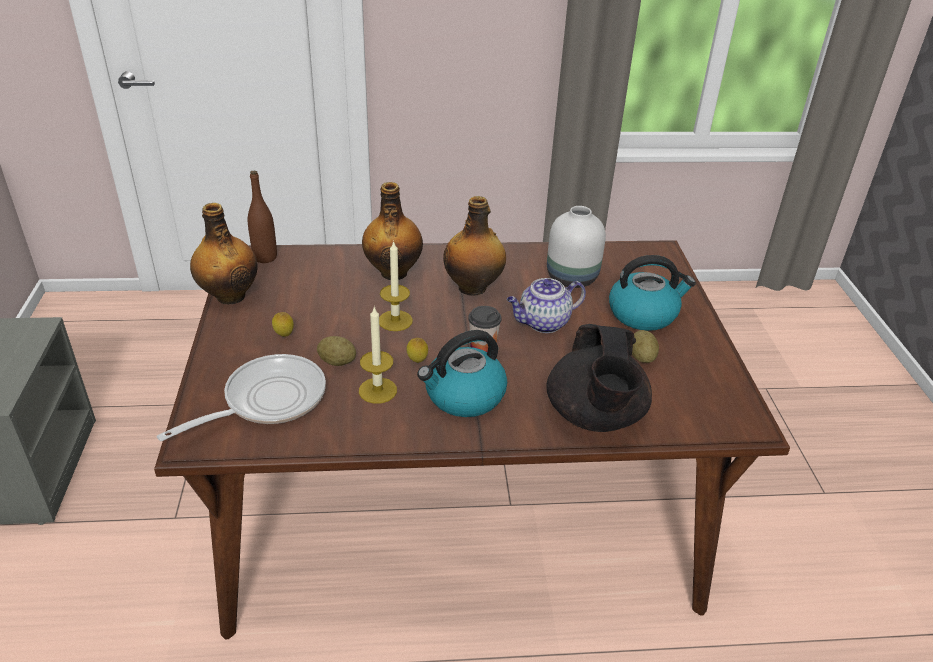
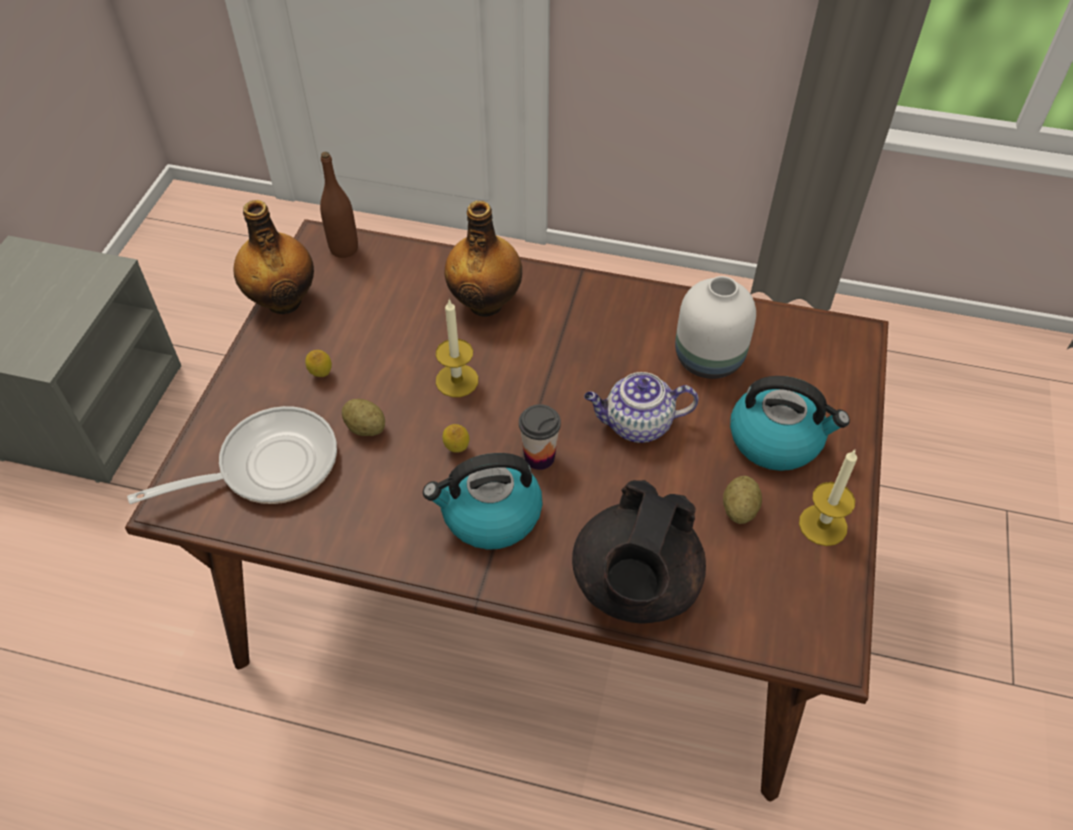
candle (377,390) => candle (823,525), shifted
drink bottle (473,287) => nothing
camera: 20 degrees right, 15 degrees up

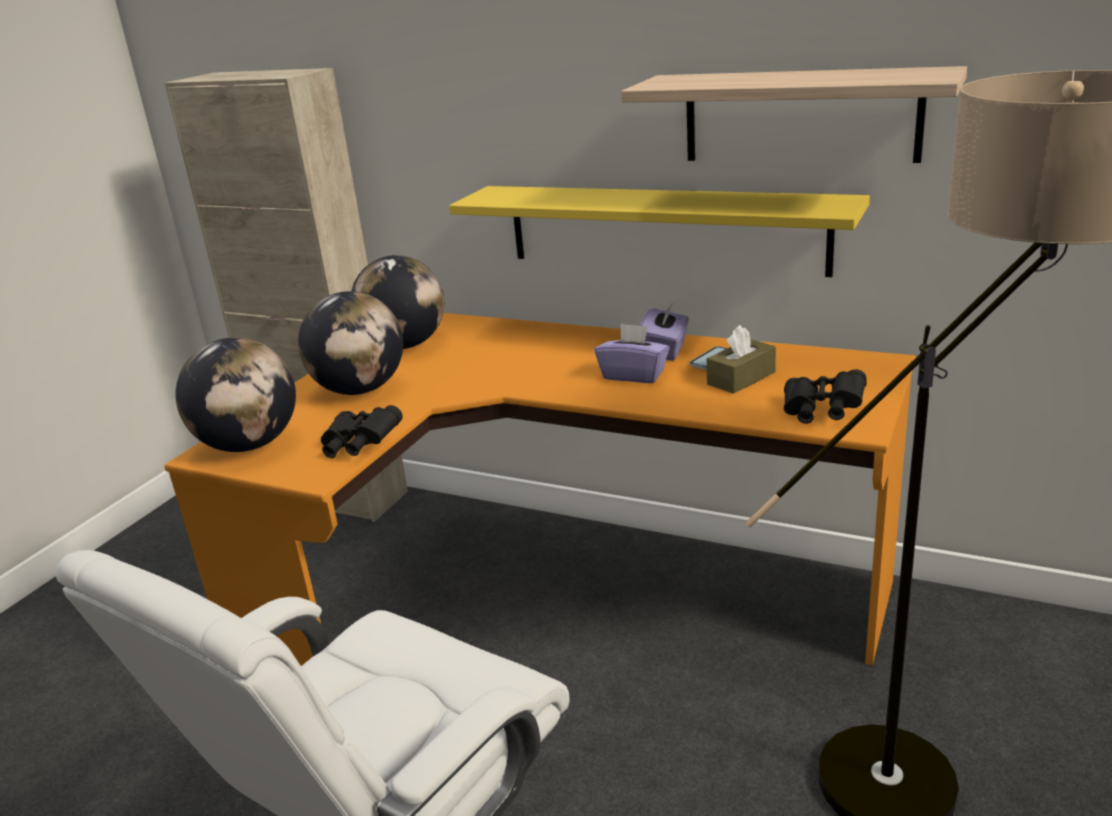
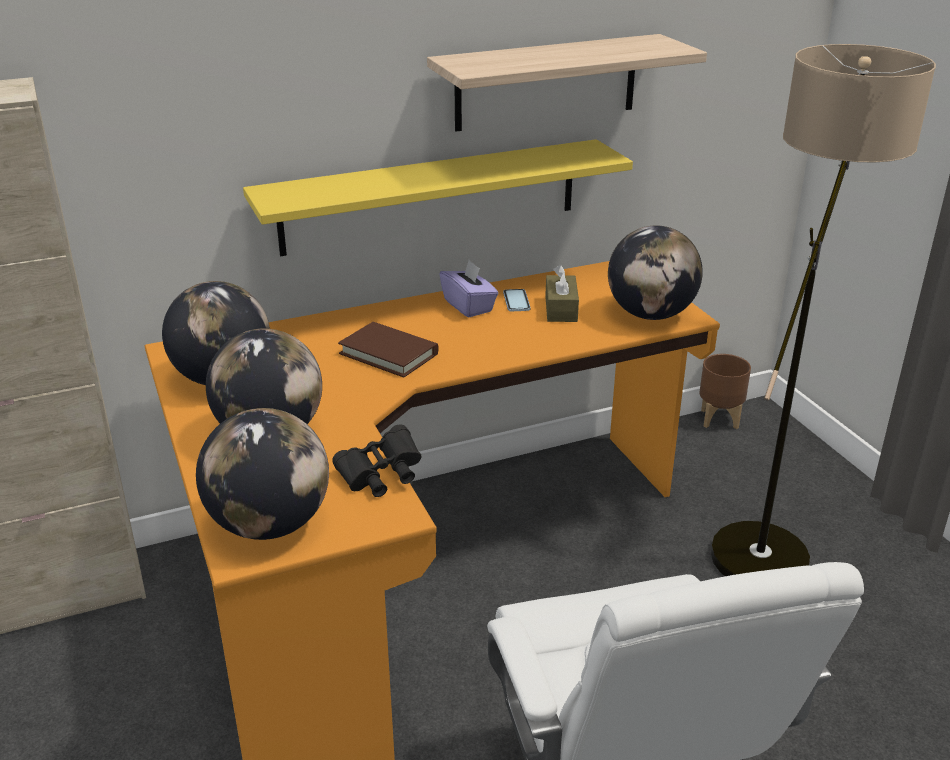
nothing => volume (brown-coloured) (389,354)
field glasses (black-coloured) (821,412) => desk globe (650,314)
nothing => plant pot (brown-coloured) (719,418)
tissue holder (purplish) (633,375) => nothing
camera: 50 degrees left, 5 degrees up

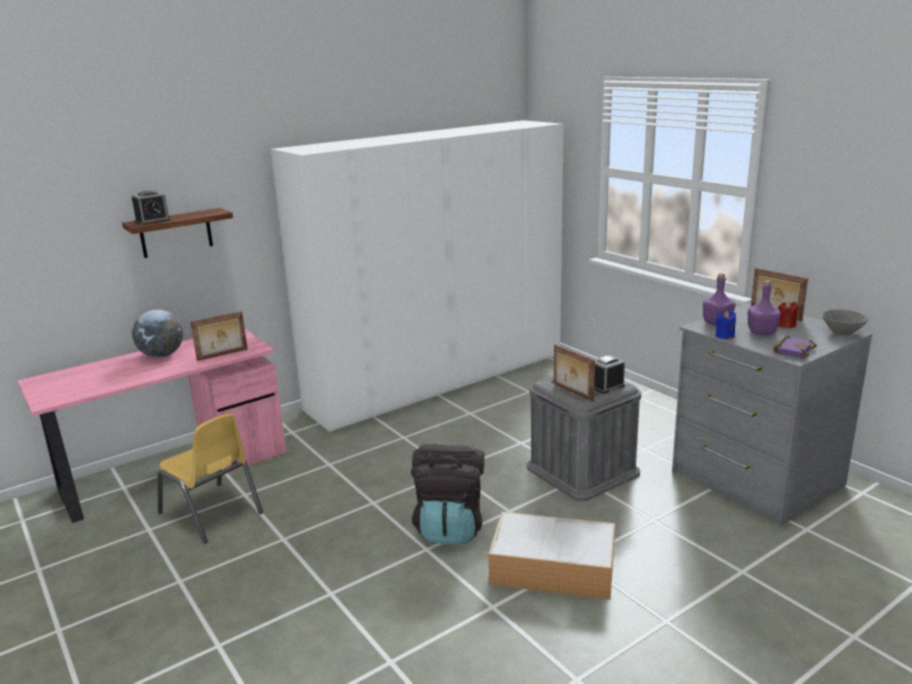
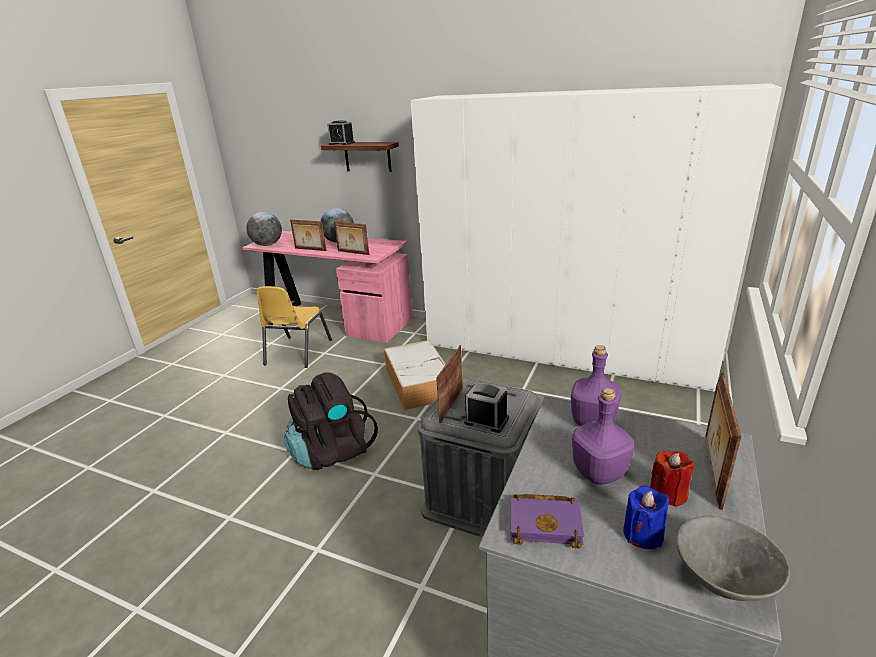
nothing => desk globe (267,245)
nothing => picture frame (310,249)
storage container (555,568) => storage container (419,383), shifted
candle (blue-coloured) (724,336) => candle (blue-coloured) (643,534), shifted
camera: 60 degrees right, 5 degrees up

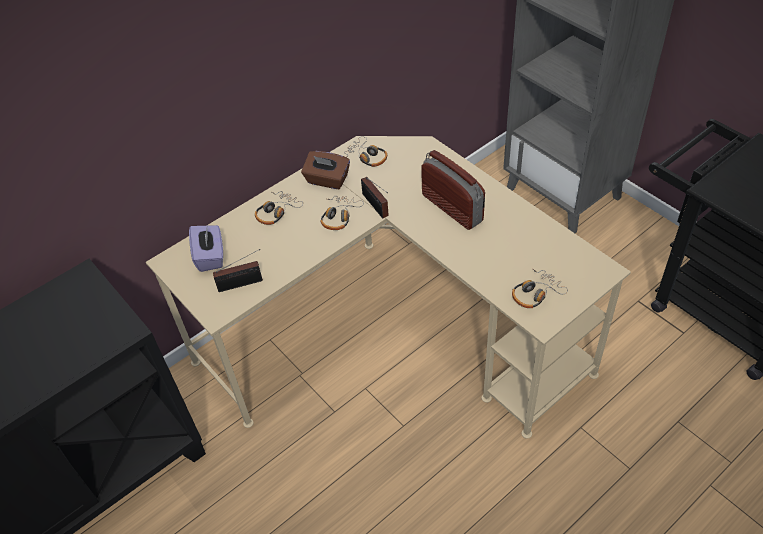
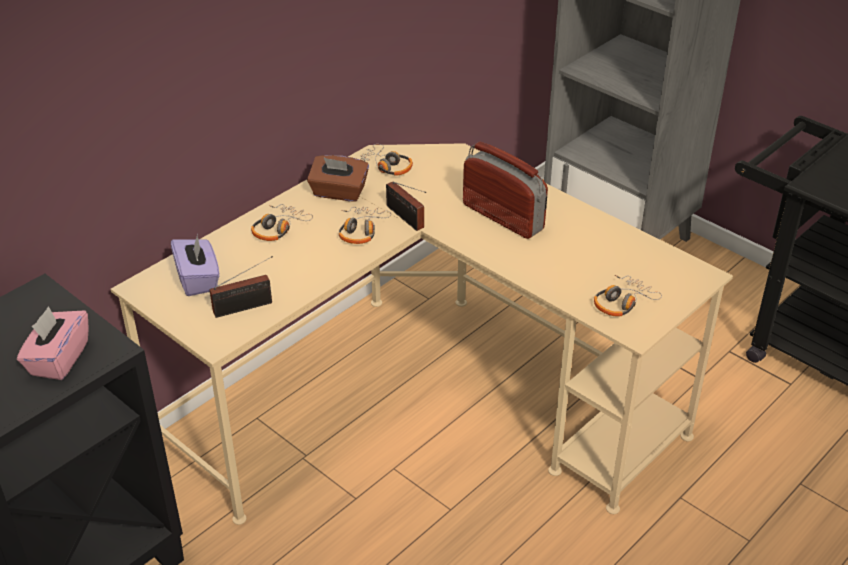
nothing => tissue holder (pink) (58,359)
camera: 10 degrees left, 10 degrees down

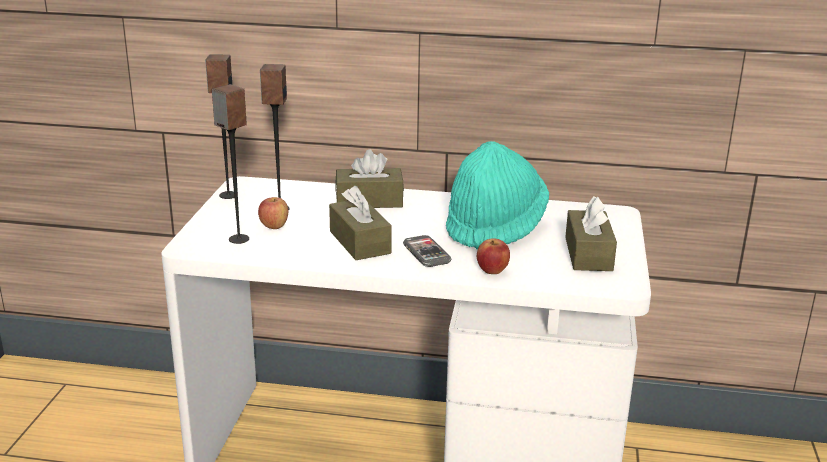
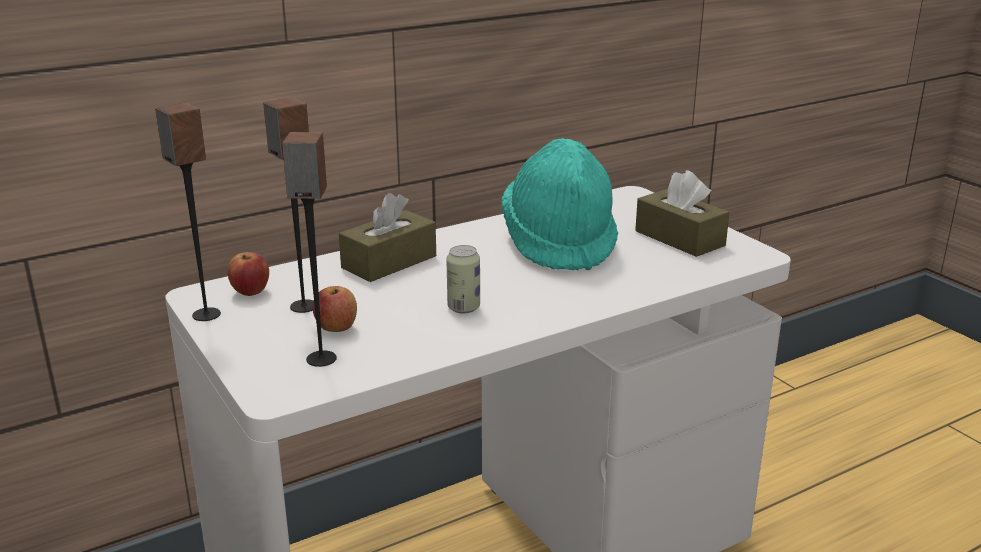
whole apple (492,271) => whole apple (251,292), shifted
tissue holder (brown-coloured) (360,242) => can (463,308)
telephone (426,253) => nothing
camera: 40 degrees left, 0 degrees up

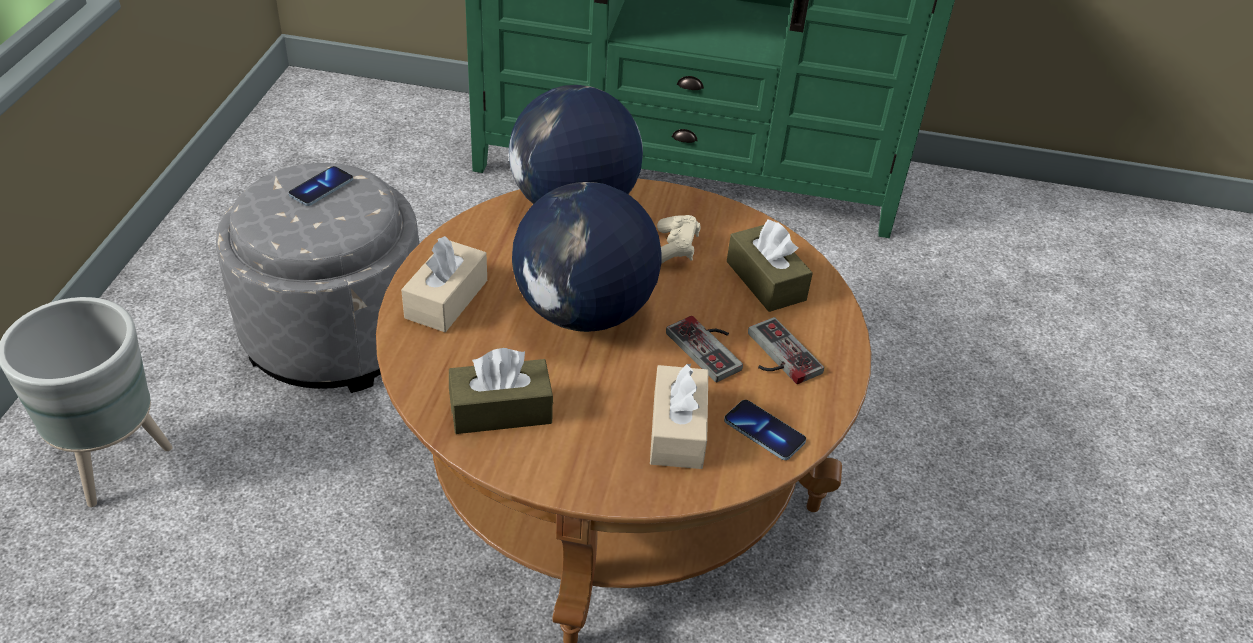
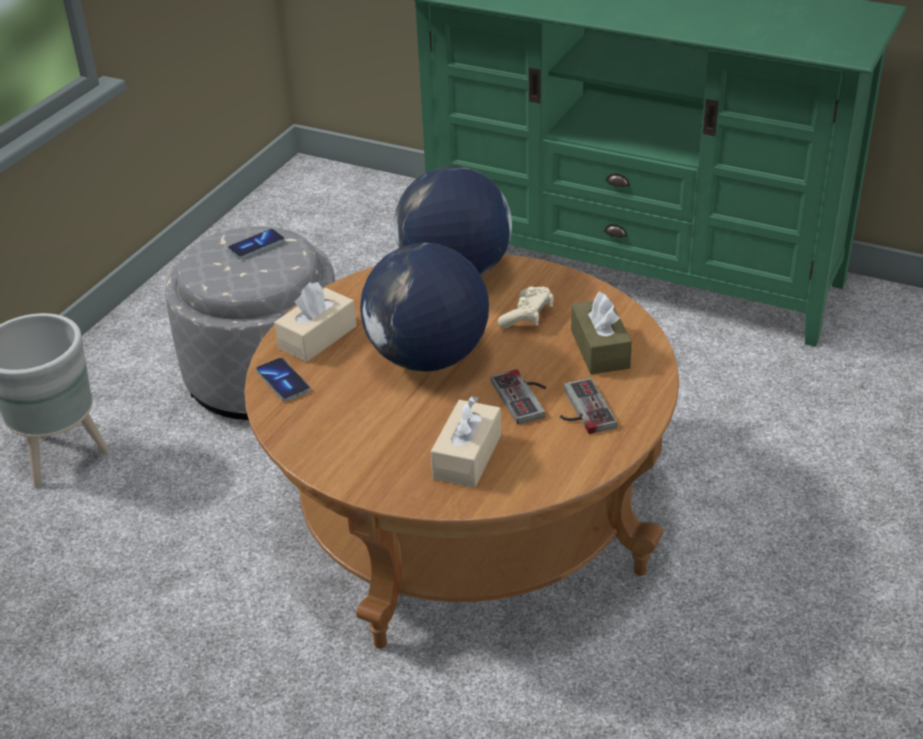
telephone (764,431) => telephone (283,381), shifted
tissue holder (brown-coloured) (501,410) => nothing
camera: 20 degrees right, 5 degrees down

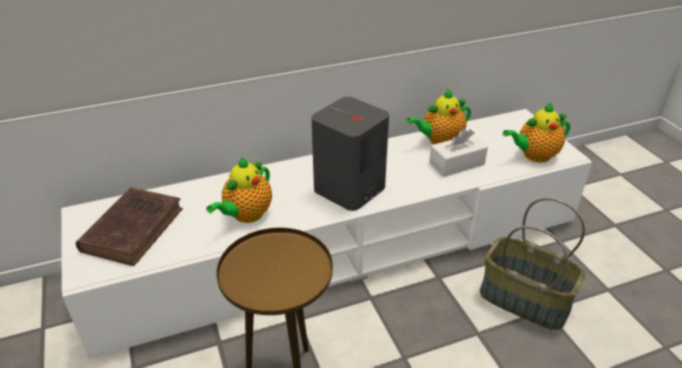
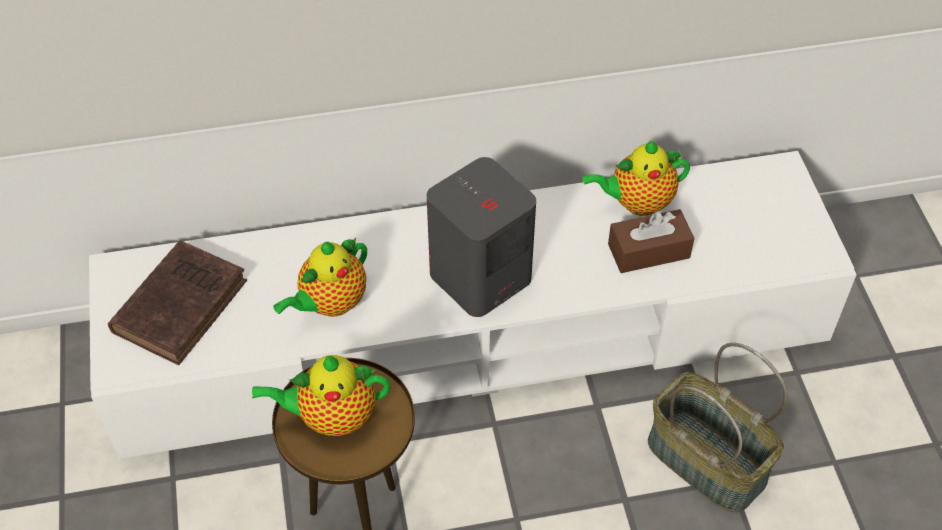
tea pot (534,156) => tea pot (332,417), shifted
tissue holder (whitish) (456,164) => tissue holder (brown-coloured) (648,251)
camera: 10 degrees right, 15 degrees up

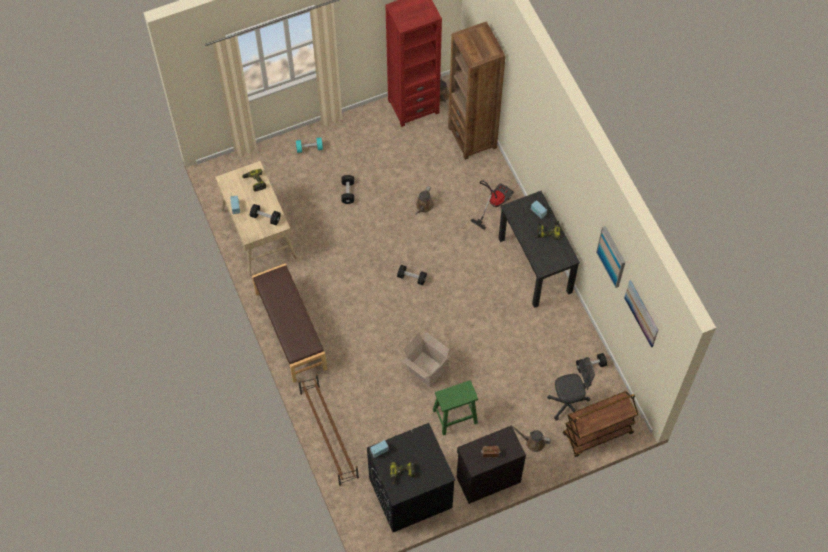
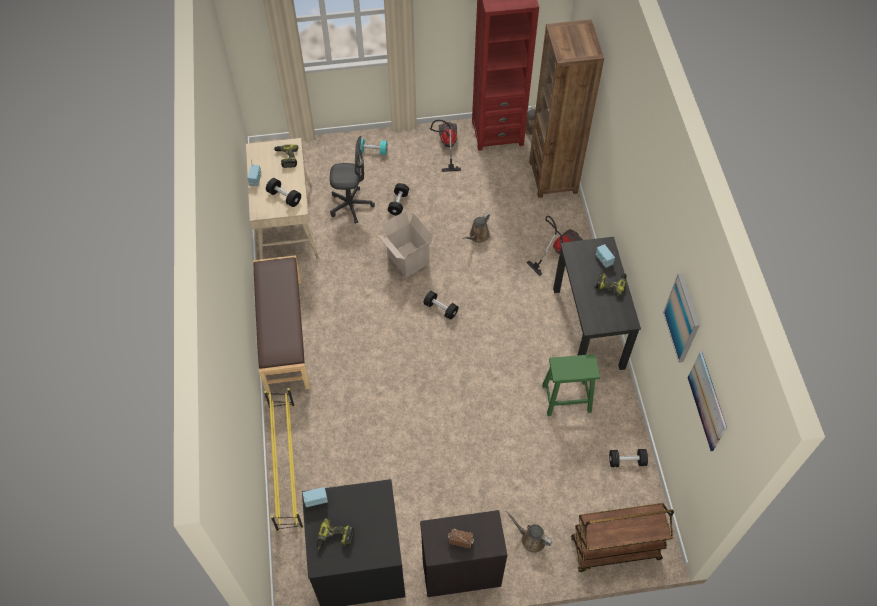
shoe rack (brown-coloured) (329,434) => shoe rack (yellow-coloured) (286,465)
desk chair (gray) (568,404) => desk chair (gray) (351,206), shifted
carton (425,369) => carton (407,259), shifted
nothing => vacuum cleaner (446,146)
stool (greenish) (454,416) => stool (greenish) (565,398), shifted
camera: 15 degrees right, 5 degrees down

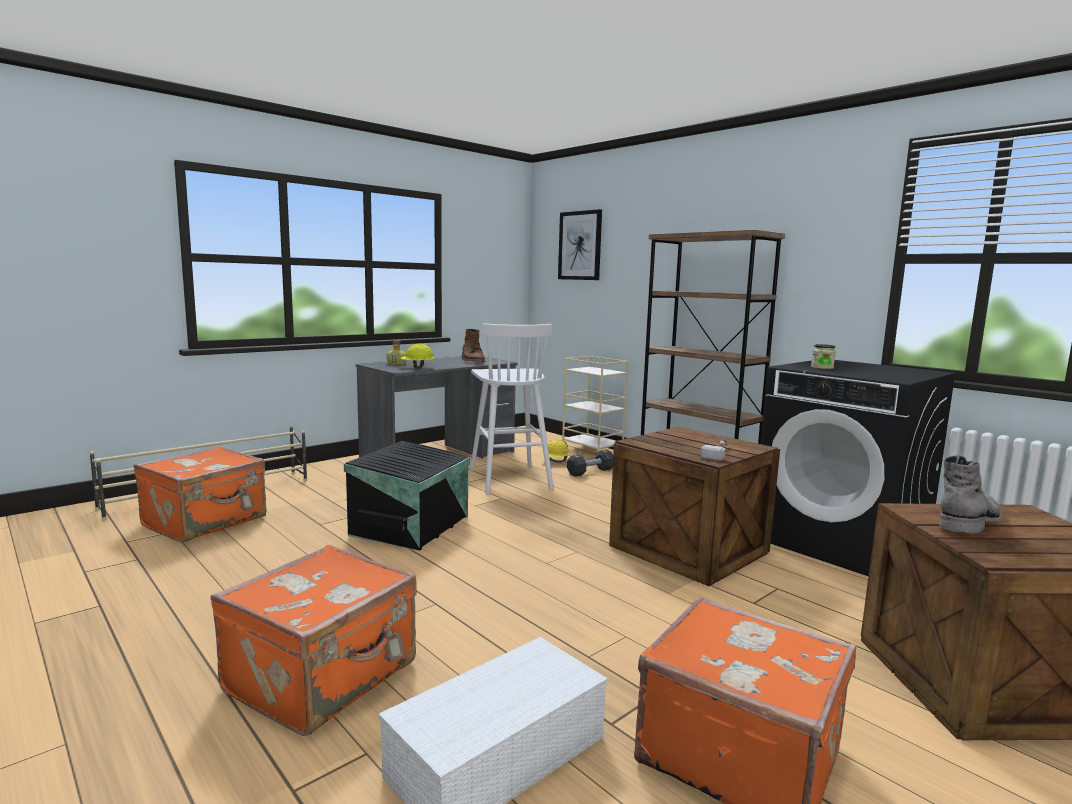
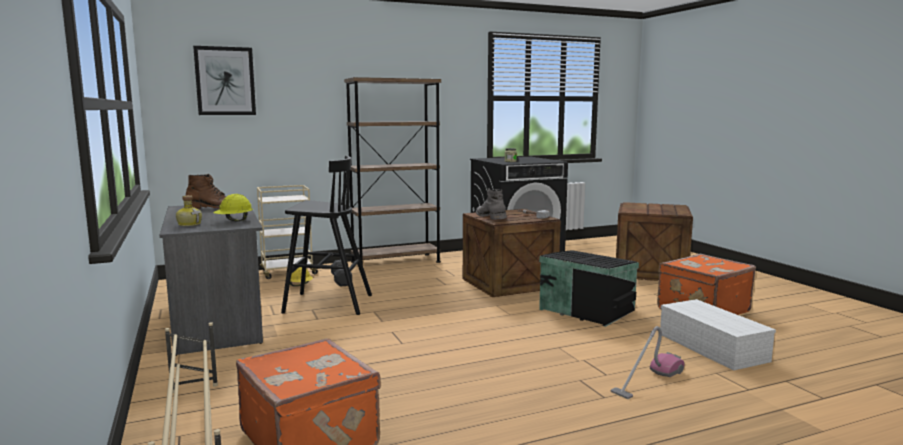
stool (whitish) (509,478) => stool (black-coloured) (326,304)
high-top boot (gray) (969,521) => high-top boot (gray) (490,217), shifted
storage container (black-coloured) (412,525) => storage container (black-coloured) (586,309), shifted
suitcase (orange-coloured) (324,677) => vacuum cleaner (648,381)
camera: 70 degrees left, 0 degrees up

